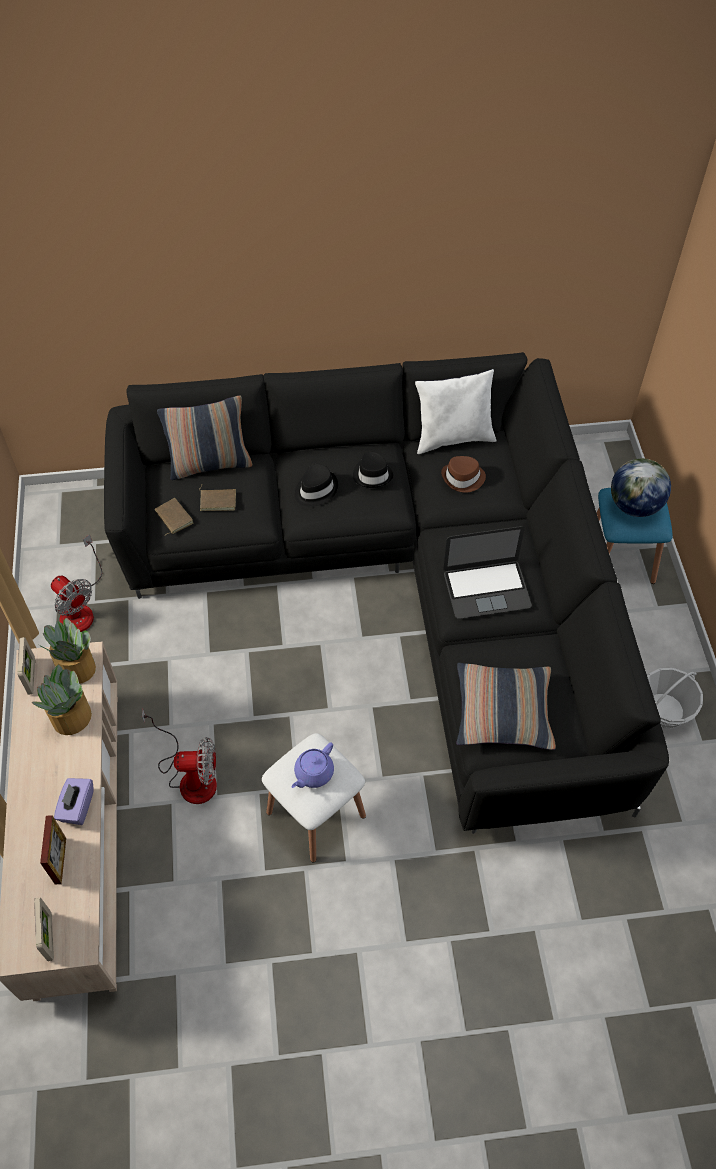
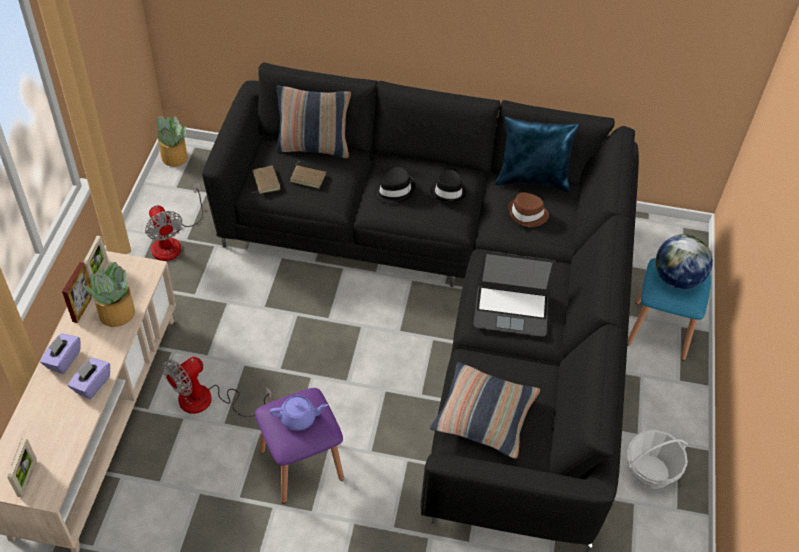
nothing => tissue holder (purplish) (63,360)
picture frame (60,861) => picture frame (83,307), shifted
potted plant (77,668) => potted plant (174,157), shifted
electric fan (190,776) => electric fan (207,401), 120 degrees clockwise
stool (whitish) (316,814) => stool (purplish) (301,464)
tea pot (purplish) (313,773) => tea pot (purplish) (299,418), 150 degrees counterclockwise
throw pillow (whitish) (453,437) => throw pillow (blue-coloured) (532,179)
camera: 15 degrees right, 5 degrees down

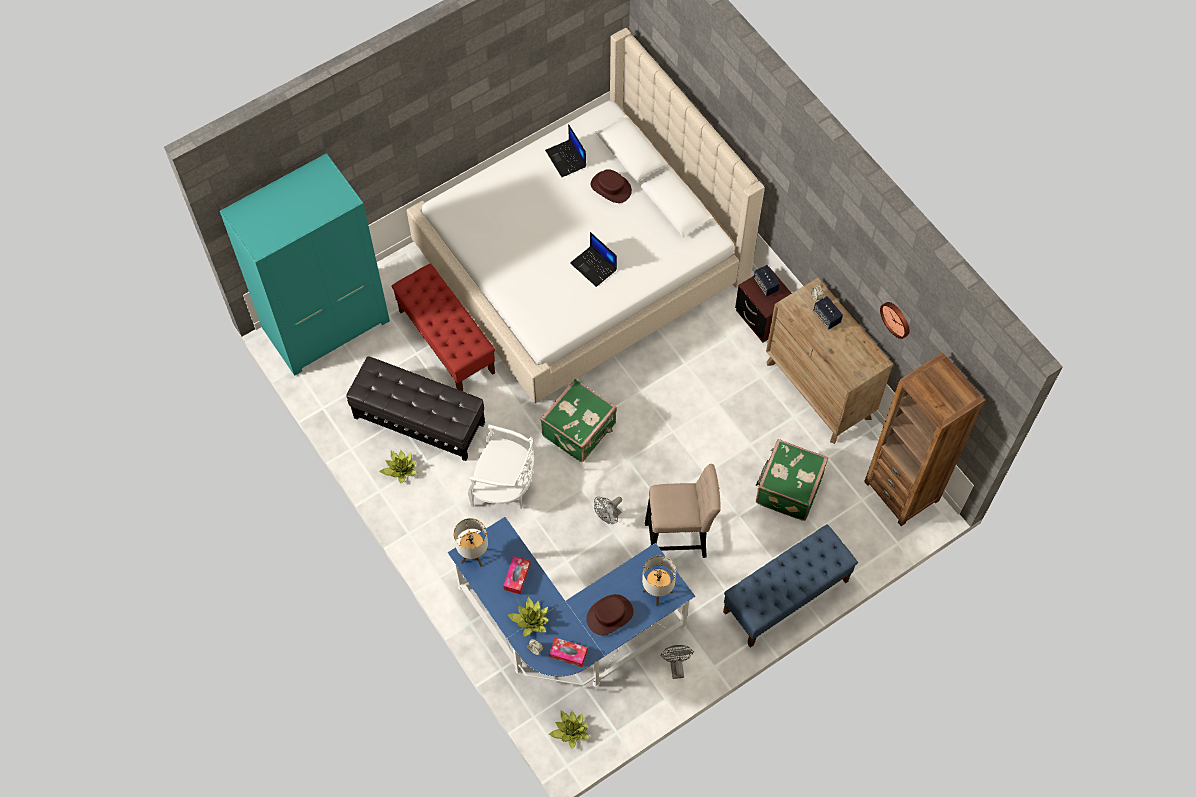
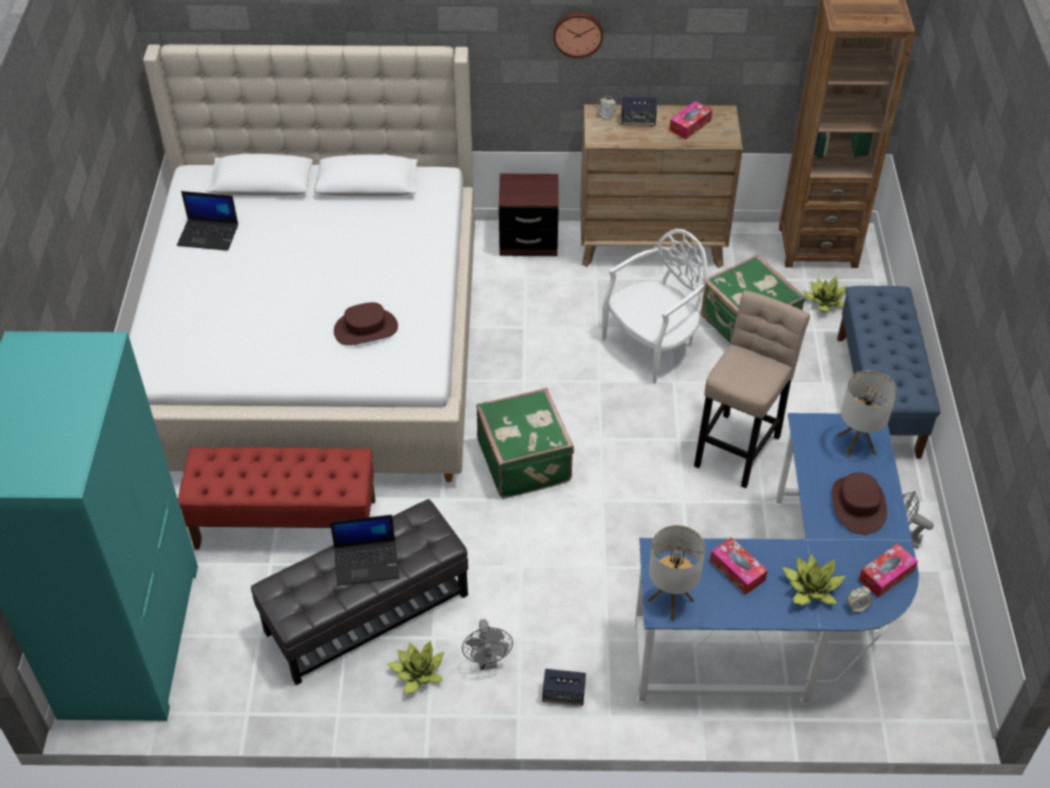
notebook computer (594,266) => notebook computer (367,562), shifted
wearable hat (brown-coloured) (611,187) => wearable hat (brown-coloured) (366,329), shifted
electric fan (gray) (608,517) => electric fan (gray) (487,661), shifted
loudspeaker (765,285) => loudspeaker (563,694), shifted
clock on the wall (896,319) => clock on the wall (578,33), shifted
plain chair (whitish) (504,487) => plain chair (whitish) (653,346), shifted
nothing => tissue holder (690,125)
potted plant (570,731) => potted plant (825,302), shifted
camera: 55 degrees left, 15 degrees down

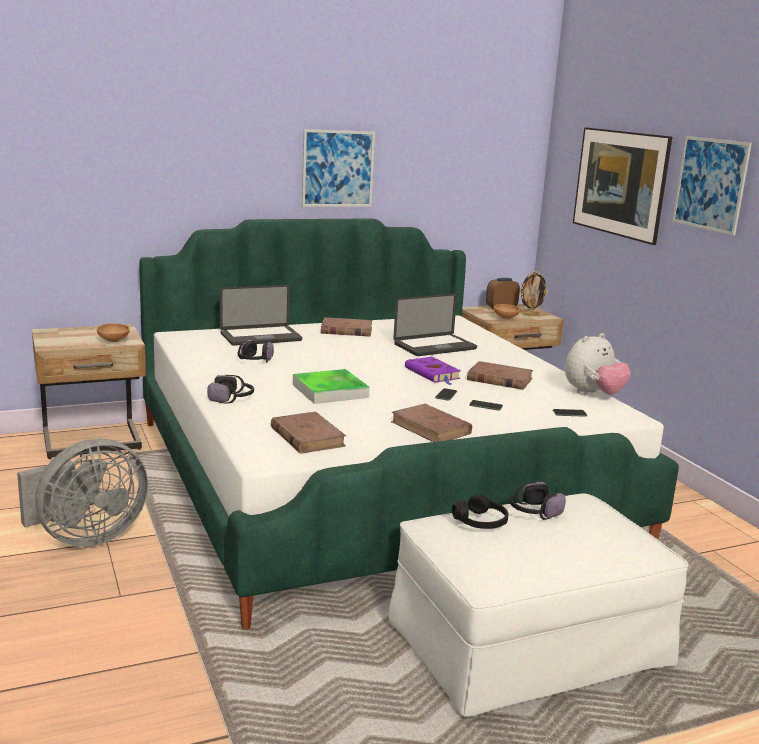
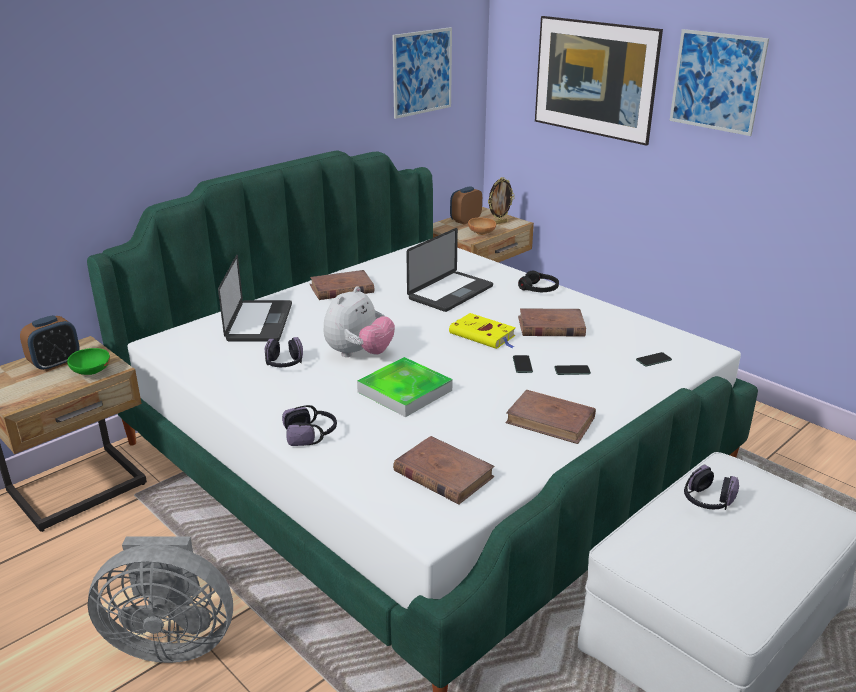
nothing => bedside clock (55,363)
bowl (brown-coloured) (113,341) => bowl (greenish) (91,373)
electric fan (gray) (86,537) => electric fan (gray) (171,640), 60 degrees clockwise
notebook computer (261,337) => notebook computer (259,322), 45 degrees counterclockwise
soft toy (593,394) => soft toy (359,354), shifted
wall picture (338,168) => wall picture (422,72), shifted
volume (purplish) (433,374) => volume (yellow-coloured) (484,335)
headset (black-coloured) (480,522) => headset (black-coloured) (539,289), shifted
camera: 20 degrees left, 10 degrees up

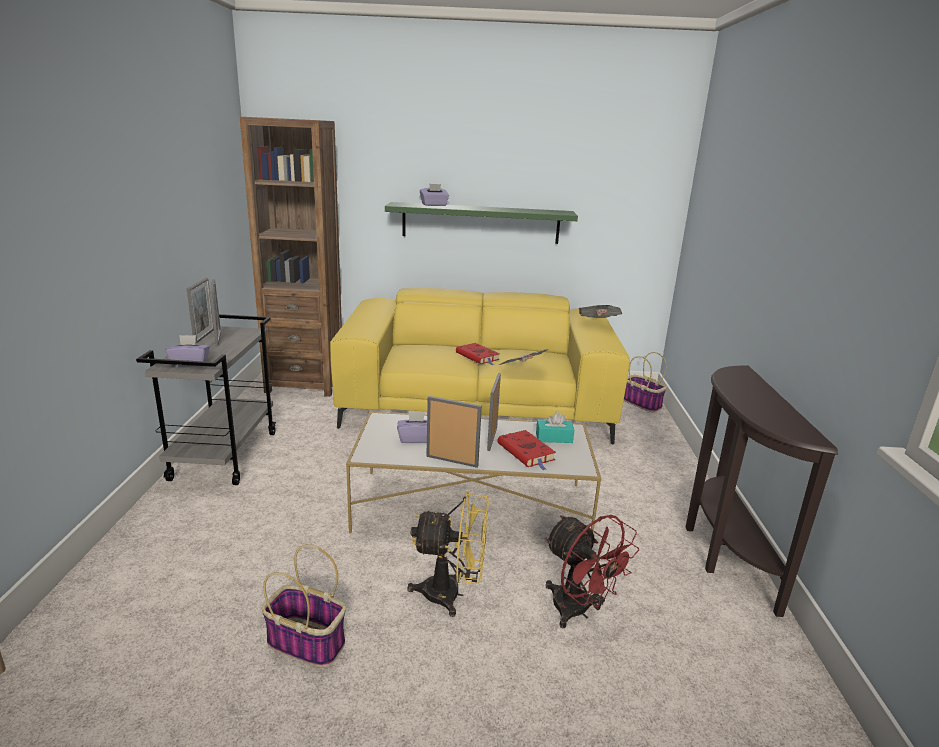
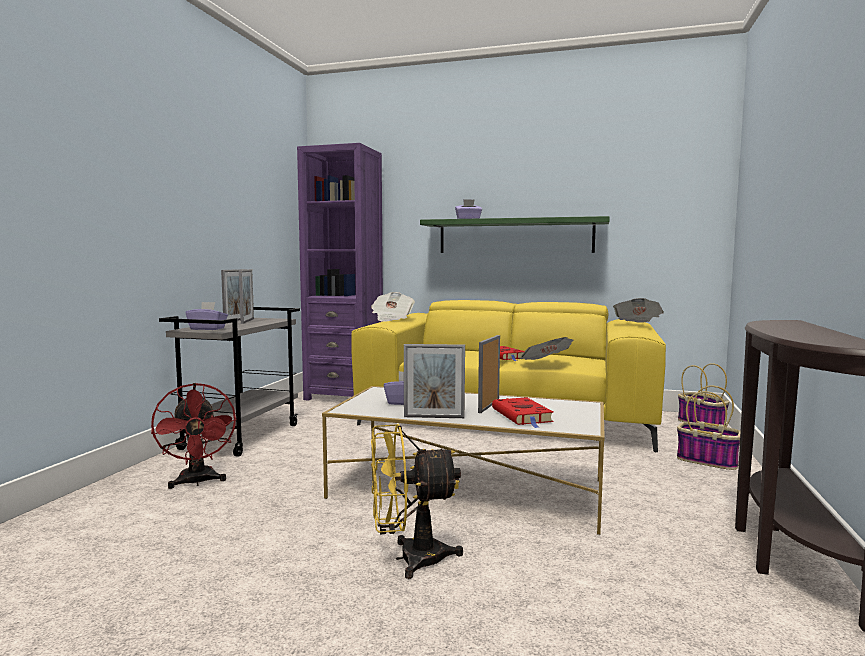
electric fan (red-coloured) (578,611) => electric fan (red-coloured) (197,482), shifted
bookshelf (brown-coloured) (305,383) => bookshelf (purplish) (344,396)
nothing => newspaper (391,319)
electric fan (yellow-coloured) (451,594) => electric fan (yellow-coloured) (409,558), 150 degrees clockwise
picture frame (452,461) => picture frame (434,417), 150 degrees clockwise
household basket (308,643) => household basket (708,461), shifted
tissue holder (blue-green) (554,438) => nothing
camera: 15 degrees right, 15 degrees down

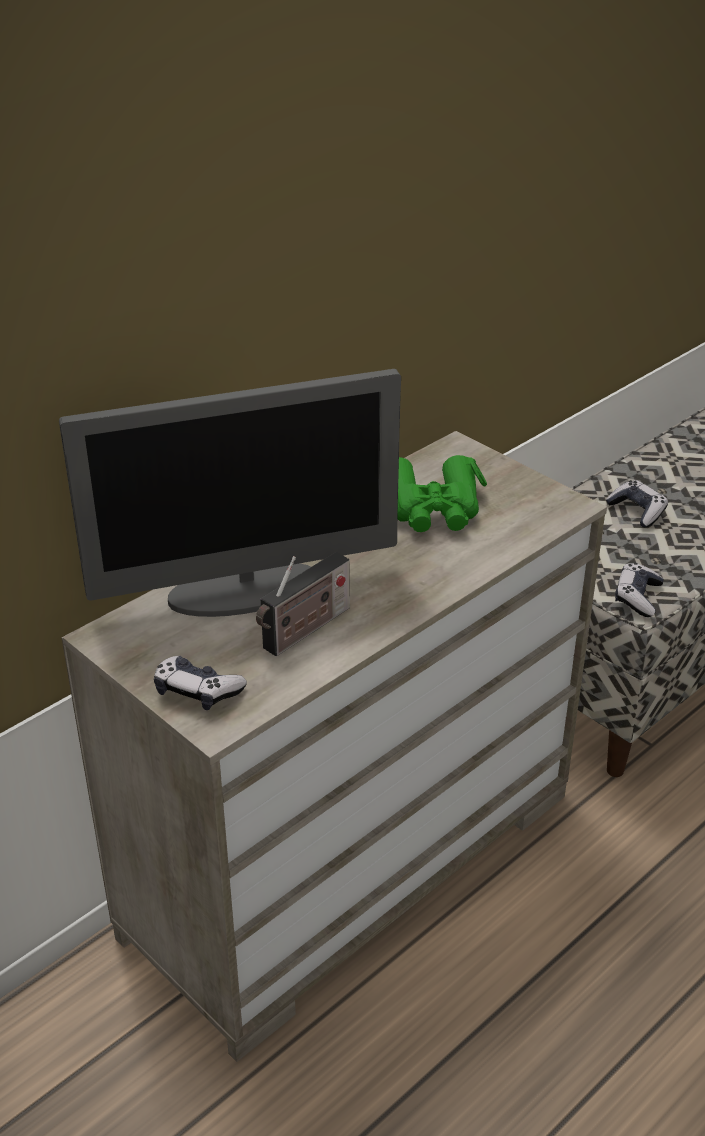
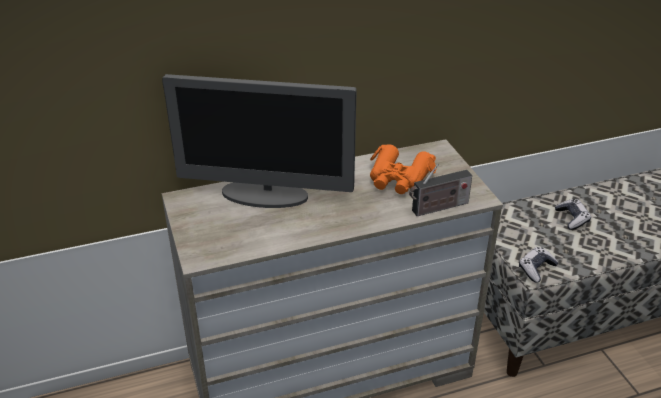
field glasses (greenish) (432,507) => field glasses (orange-coloured) (399,178)
radio set (304,631) => radio set (438,208), shifted
joypad (197,691) => nothing
camera: 25 degrees right, 0 degrees up

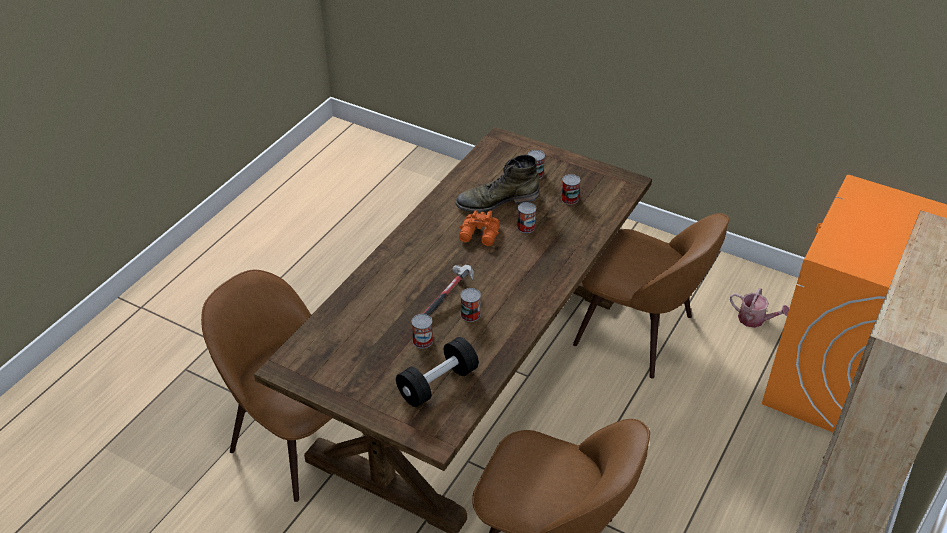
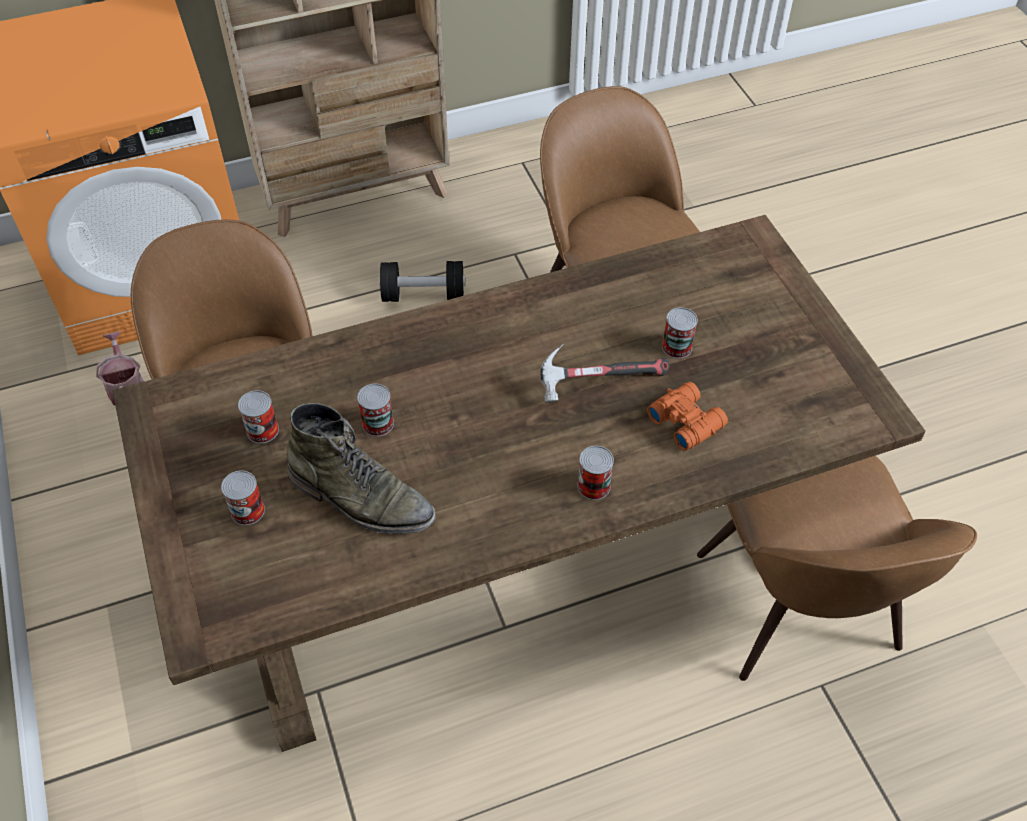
hand weight (black-coloured) (437,384) => hand weight (black-coloured) (423,295), shifted
can (470,314) => can (593,486), shifted
field glasses (orange-coloured) (480,235) => field glasses (orange-coloured) (686,420), shifted
camera: 140 degrees left, 10 degrees up

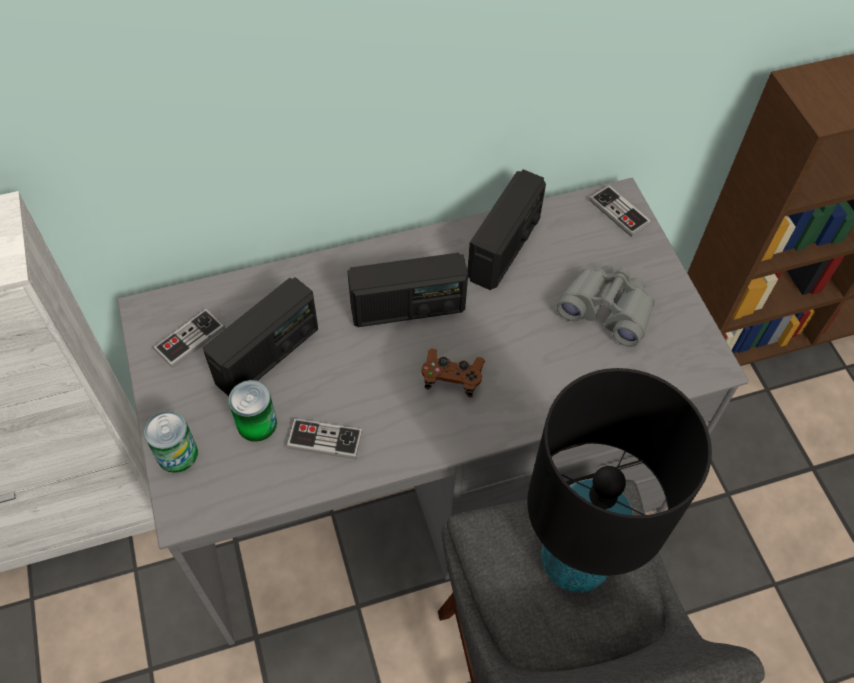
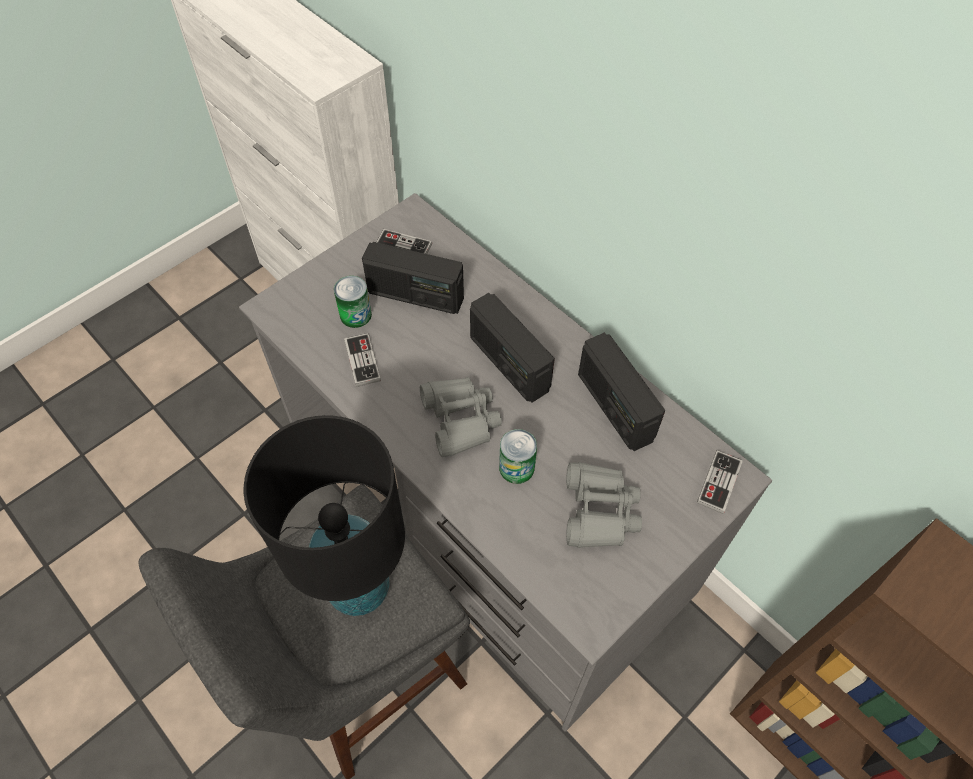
joypad (brown-coloured) (452,378) => field glasses (gray) (460,420)
can (177,454) => can (516,467), shifted
radio set (504,248) => radio set (614,407), 60 degrees clockwise
camera: 65 degrees right, 0 degrees up

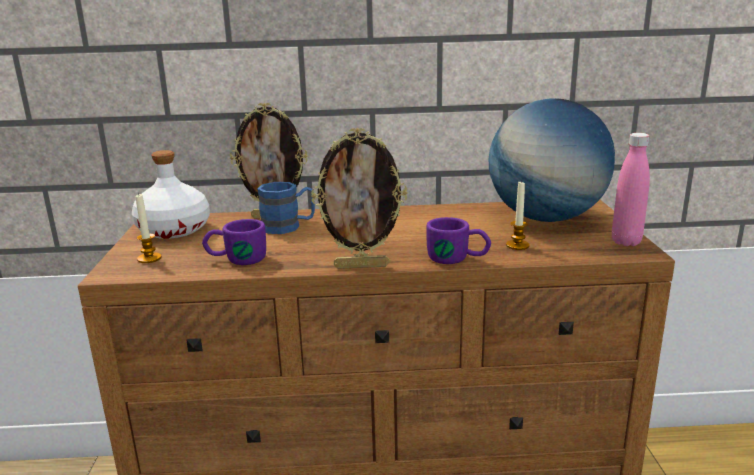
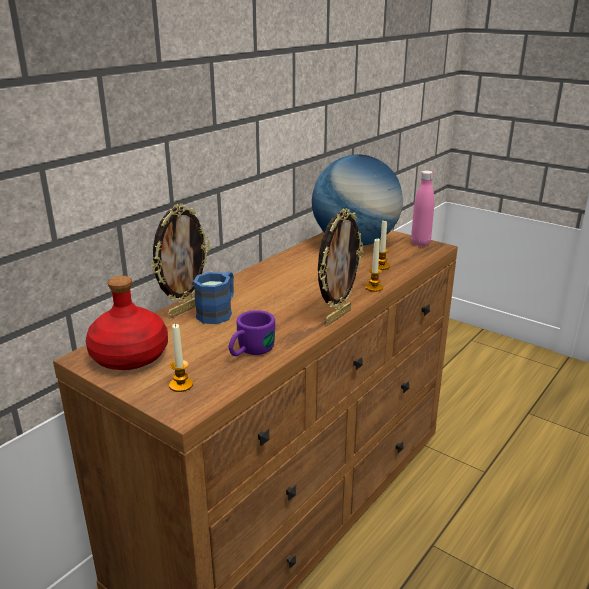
drink bottle (whitish) (174,230) => drink bottle (red-coloured) (130,356)
coffee mug (purplish) (458,259) => candle (374,287)
camera: 50 degrees left, 5 degrees up

